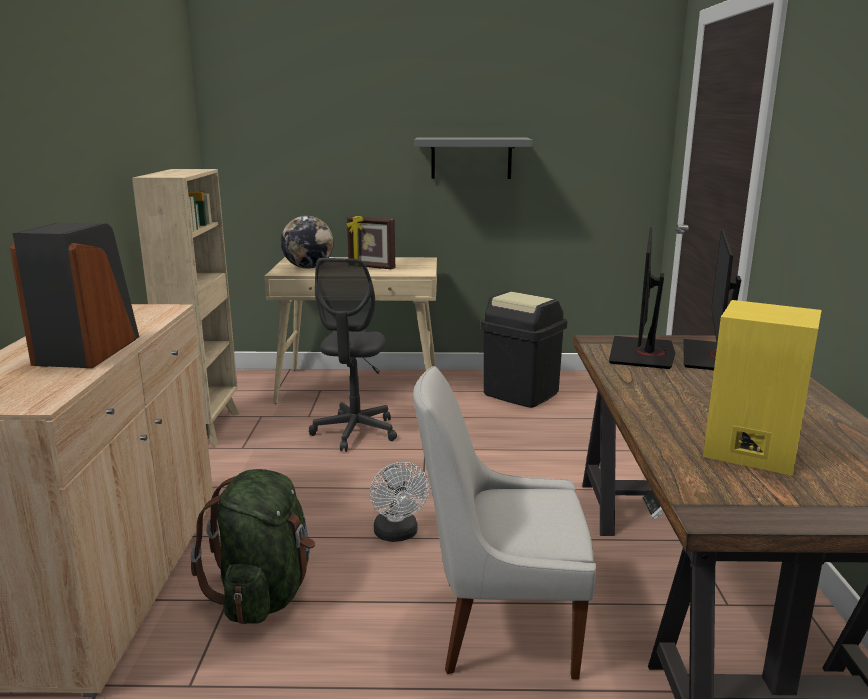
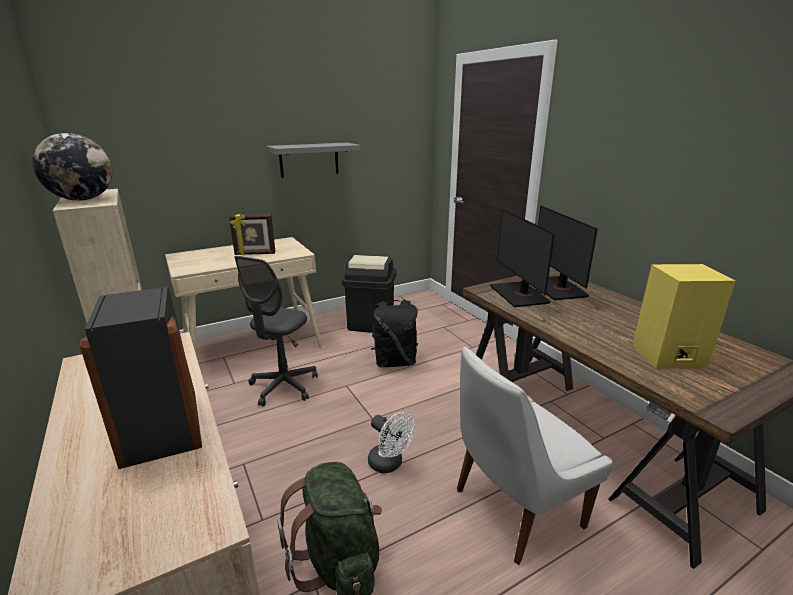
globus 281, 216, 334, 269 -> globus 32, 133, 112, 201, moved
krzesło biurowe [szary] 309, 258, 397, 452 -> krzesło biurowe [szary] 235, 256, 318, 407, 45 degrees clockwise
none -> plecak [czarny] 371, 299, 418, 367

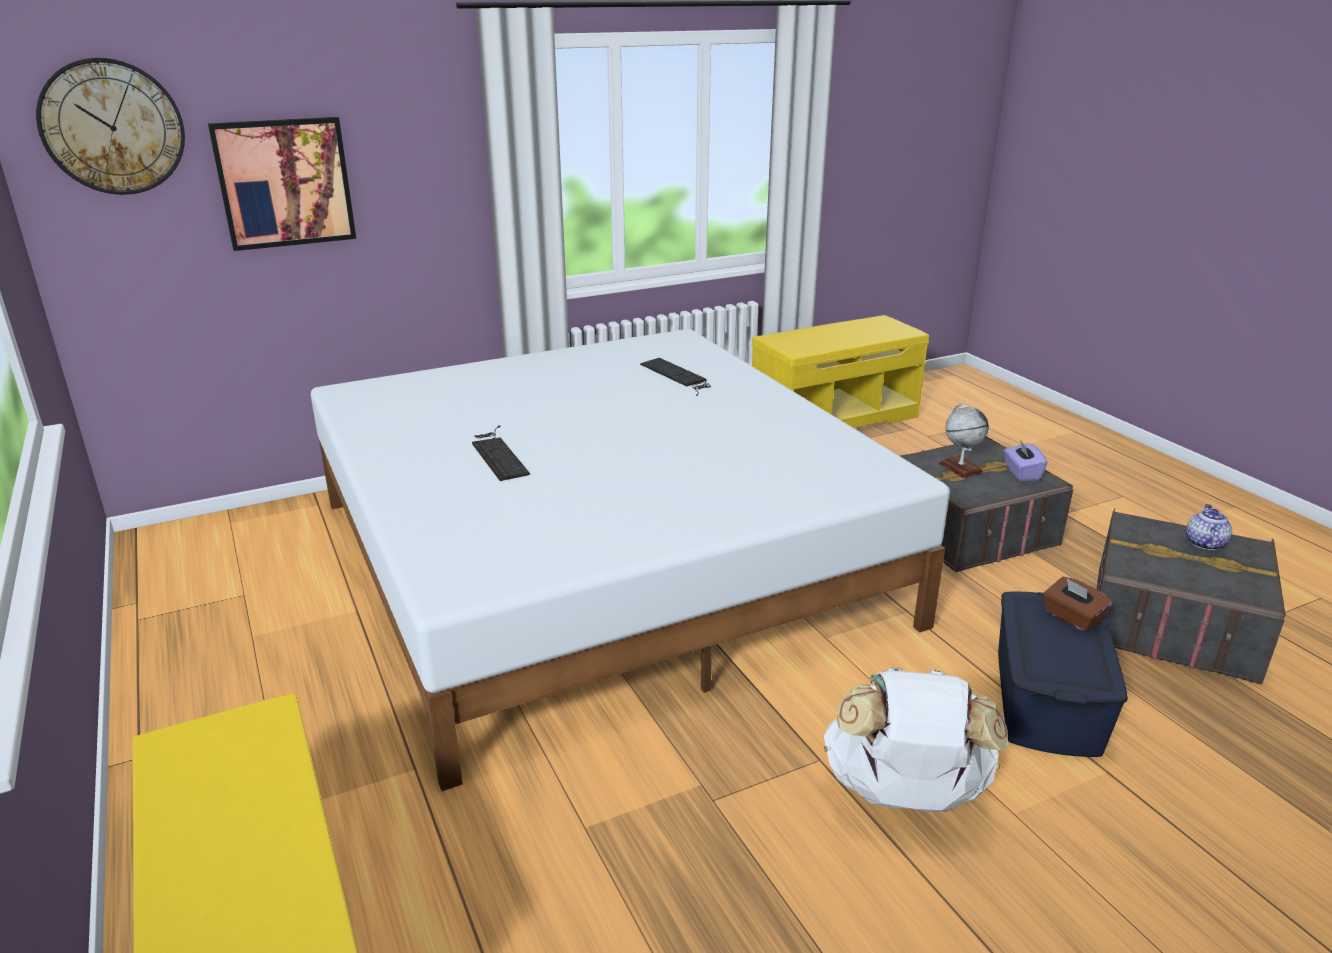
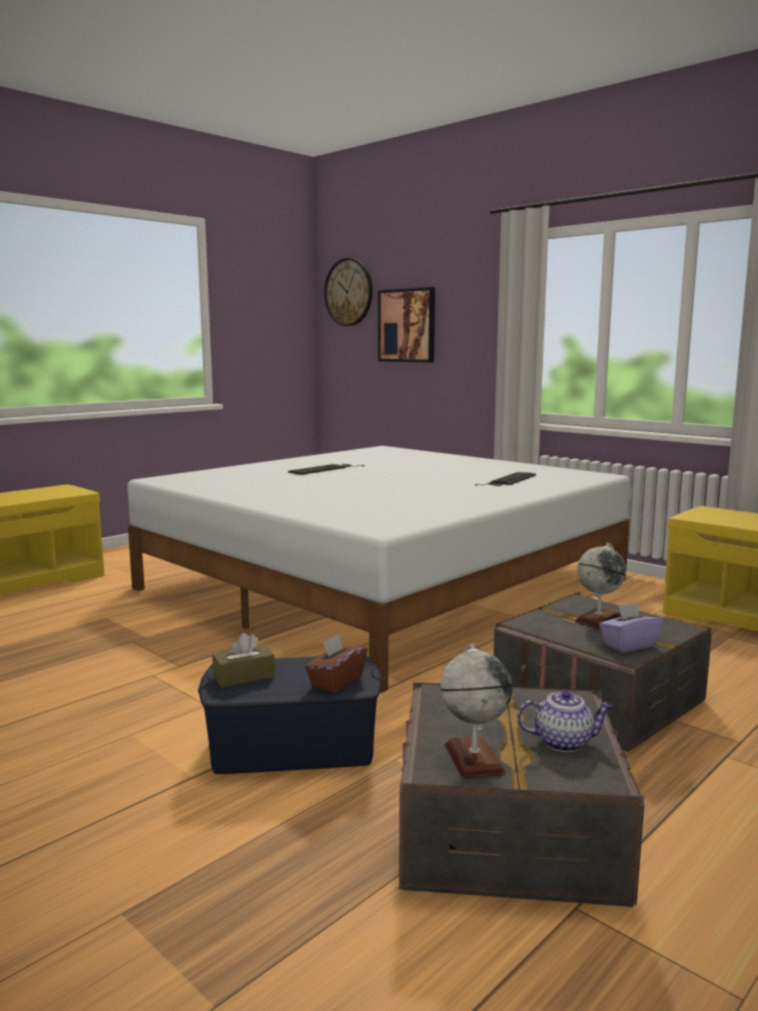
none -> pudełko chusteczek [brązowy] 212, 633, 275, 688
none -> globus 440, 644, 512, 779
plecak [biały] 824, 667, 1008, 812 -> none

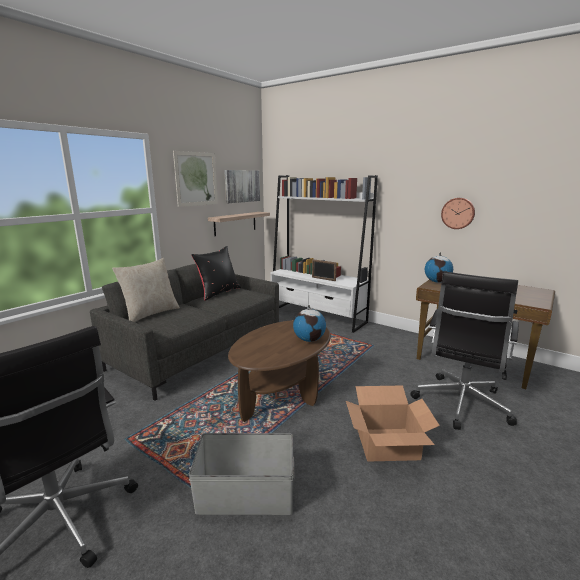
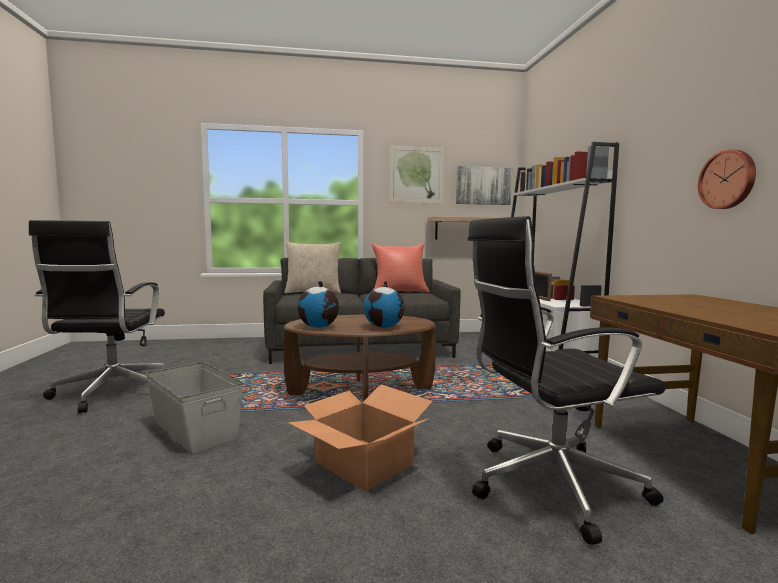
globus 425, 252, 453, 283 -> globus 297, 281, 339, 328, moved
poduszka [czarny] 191, 246, 241, 301 -> poduszka [czerwony] 371, 244, 430, 293

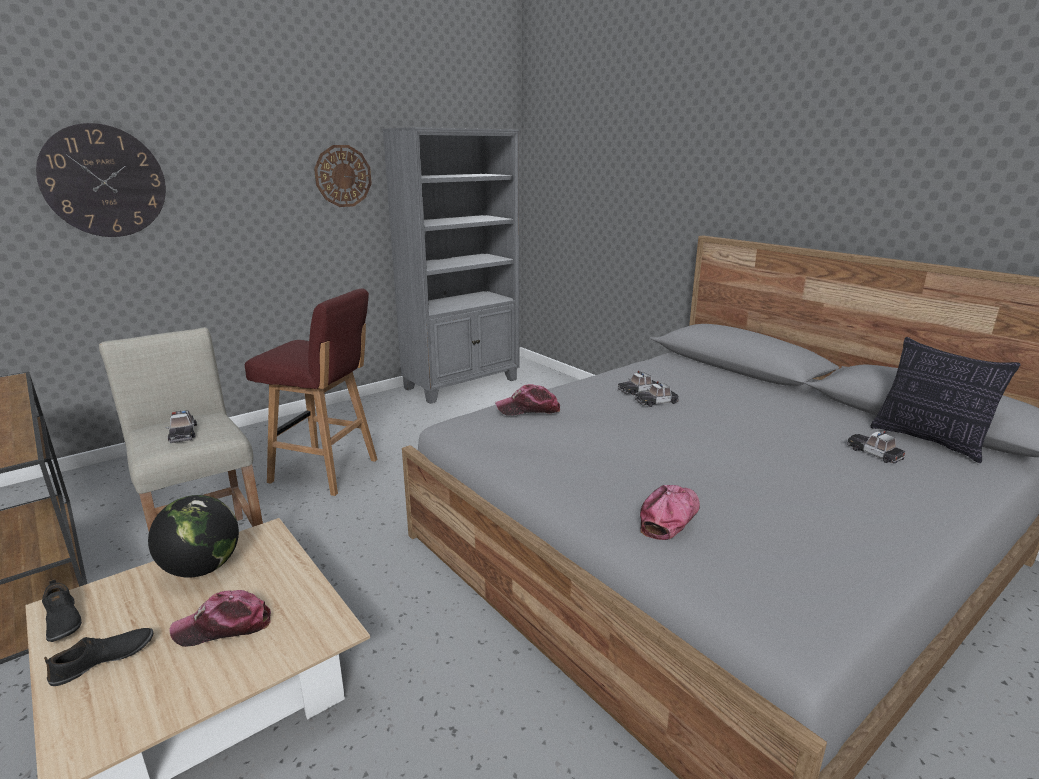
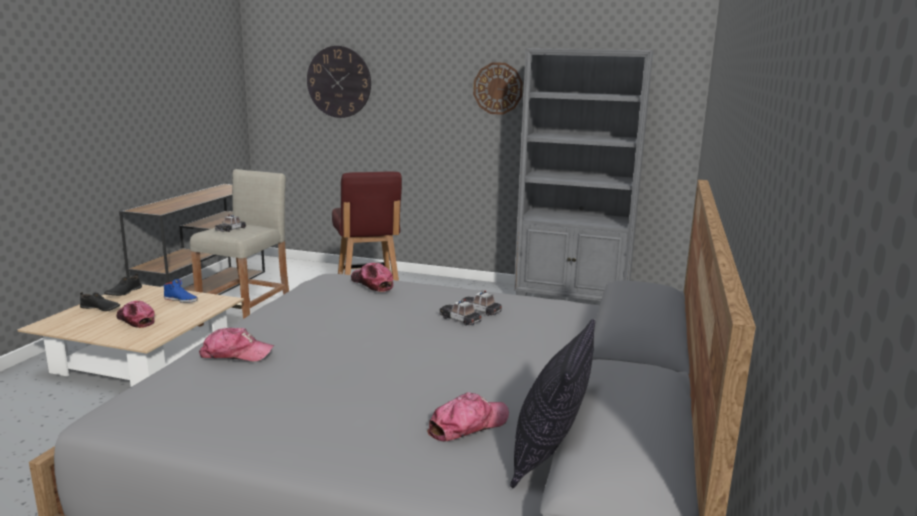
globus 148, 495, 239, 577 -> but [niebieski] 164, 279, 198, 303
samochodzik 847, 431, 905, 463 -> czapka z daszkiem 427, 392, 509, 441

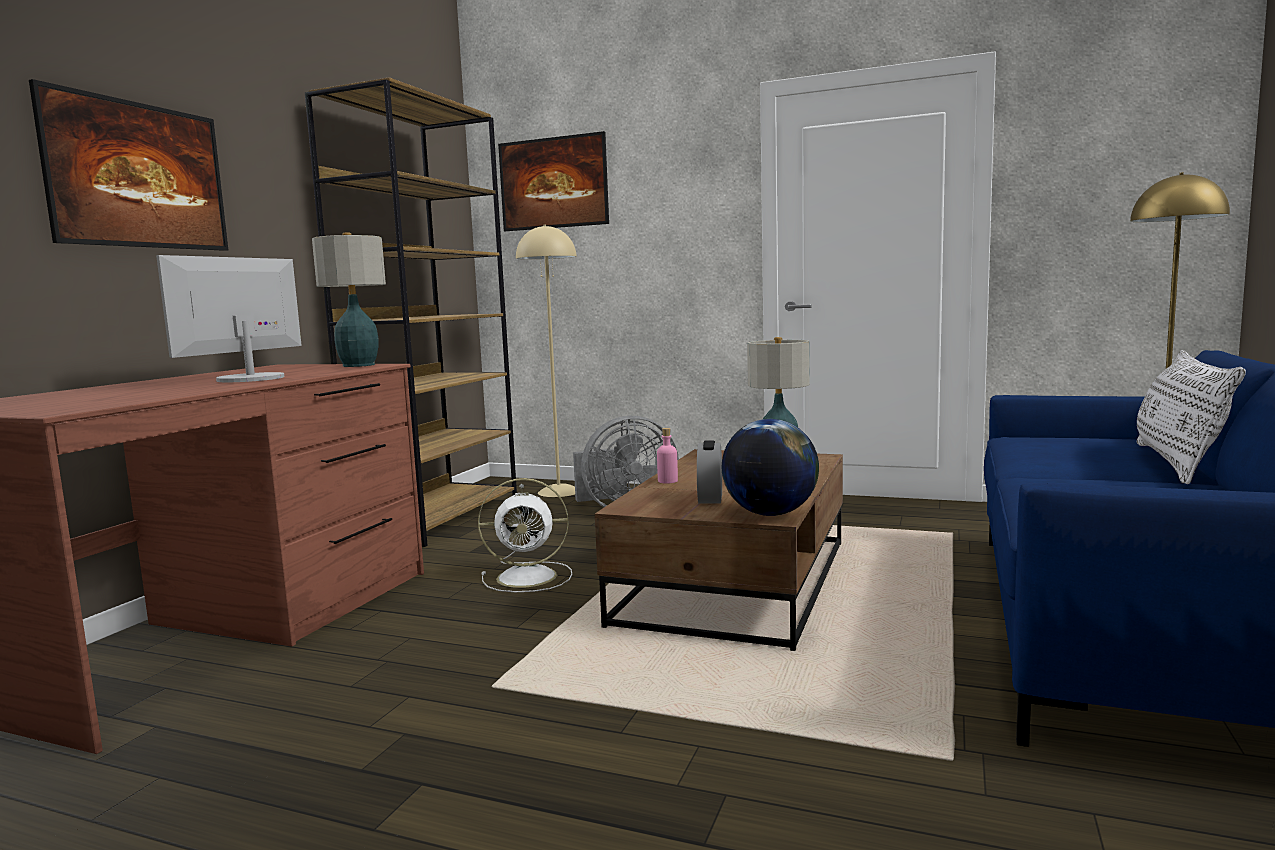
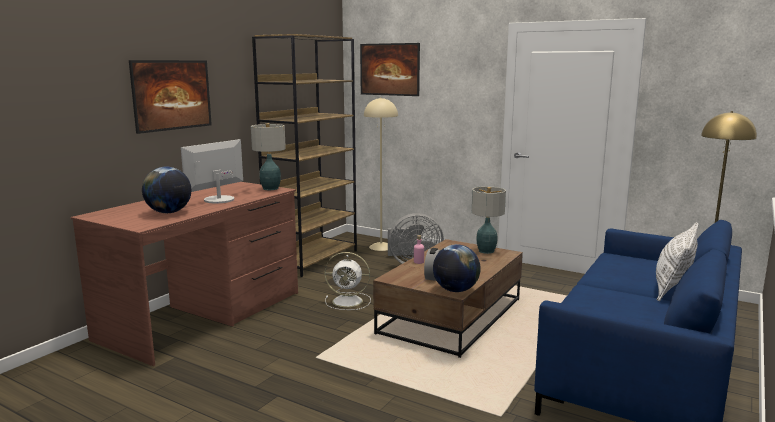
none -> globus 142, 167, 191, 213

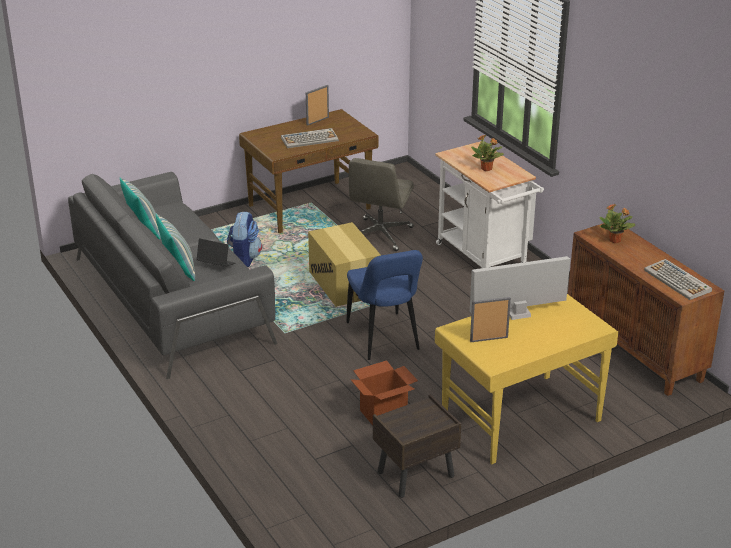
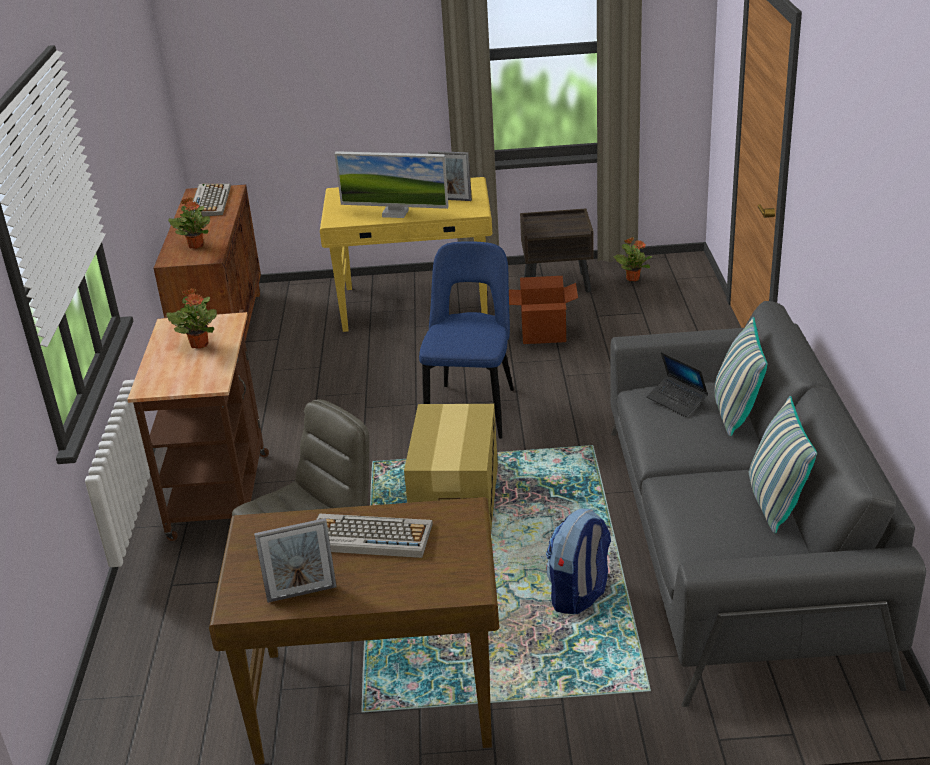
wózek [biały] 435, 141, 544, 268 -> wózek [brązowy] 127, 309, 269, 541
none -> roślina doniczkowa 614, 237, 653, 281

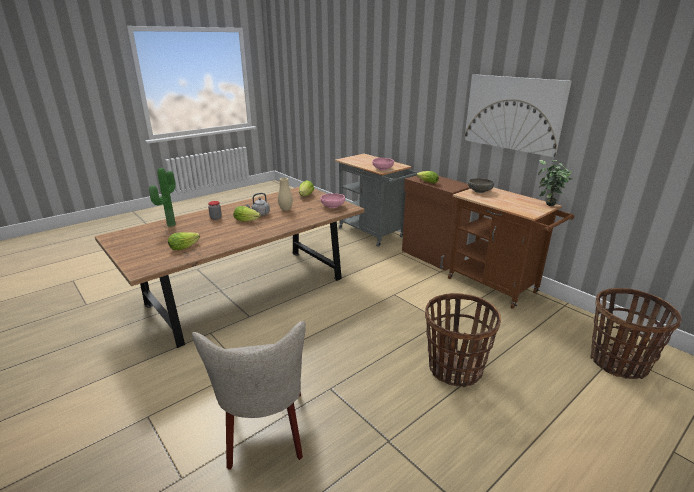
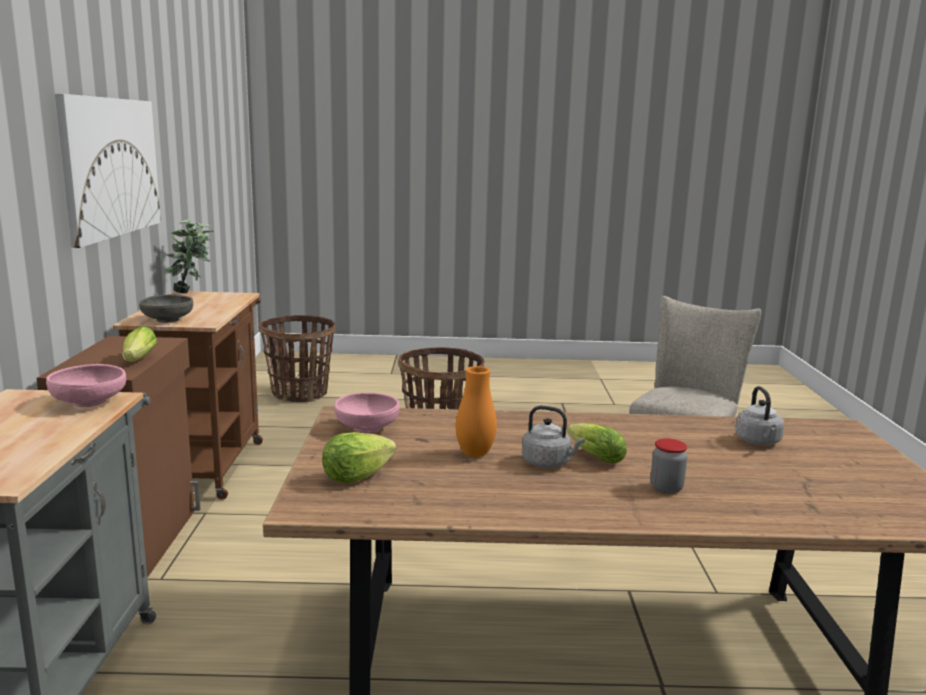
wazon [beżowy] 278, 178, 293, 211 -> wazon [pomarańczowy] 456, 366, 497, 457
sałata 168, 232, 200, 250 -> czajnik [szary] 735, 386, 784, 445
roślina doniczkowa 149, 168, 176, 227 -> none

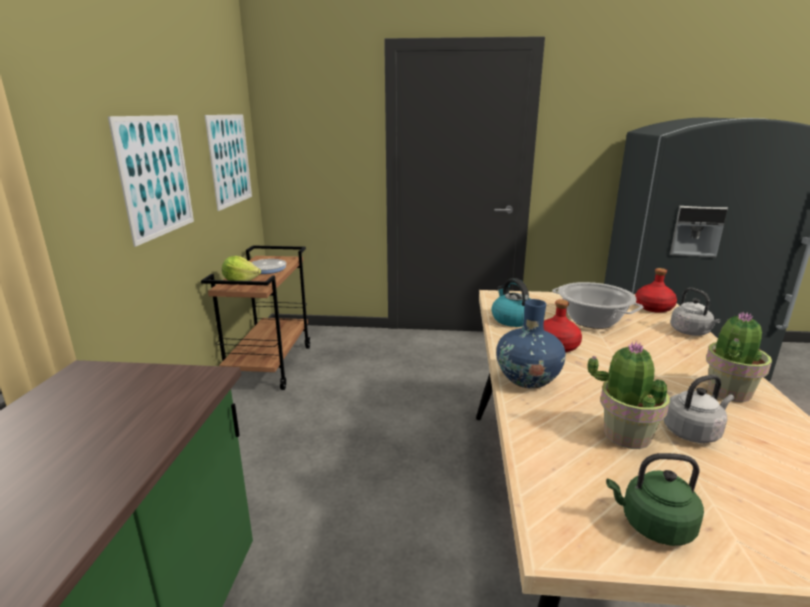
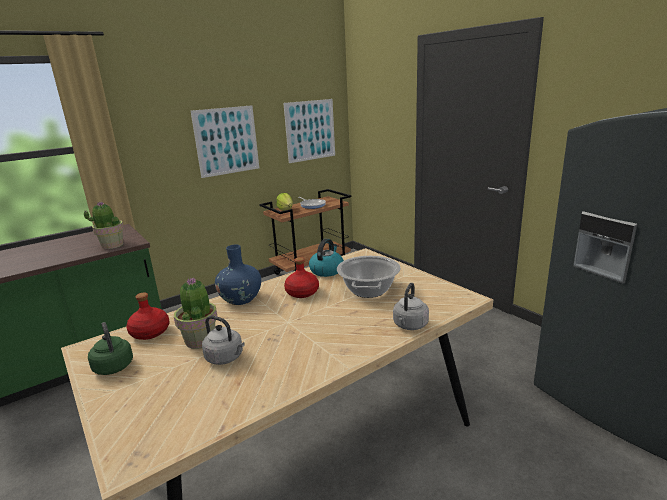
roślina doniczkowa 706, 312, 772, 402 -> roślina doniczkowa 84, 202, 124, 249, moved
butelka [czerwony] 635, 268, 677, 313 -> butelka [czerwony] 126, 293, 169, 340, moved

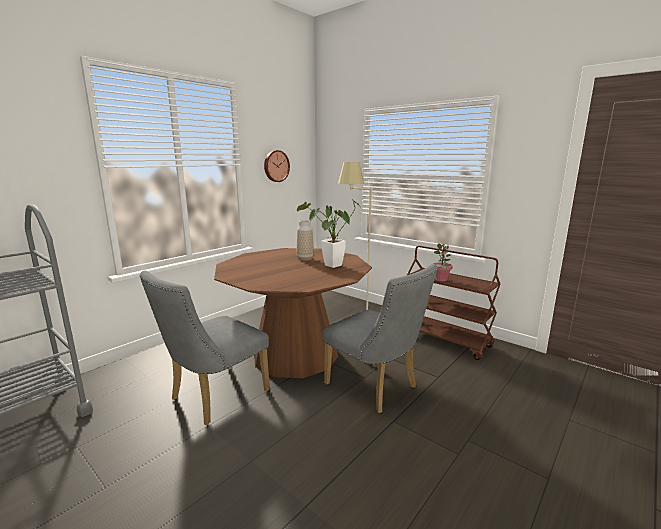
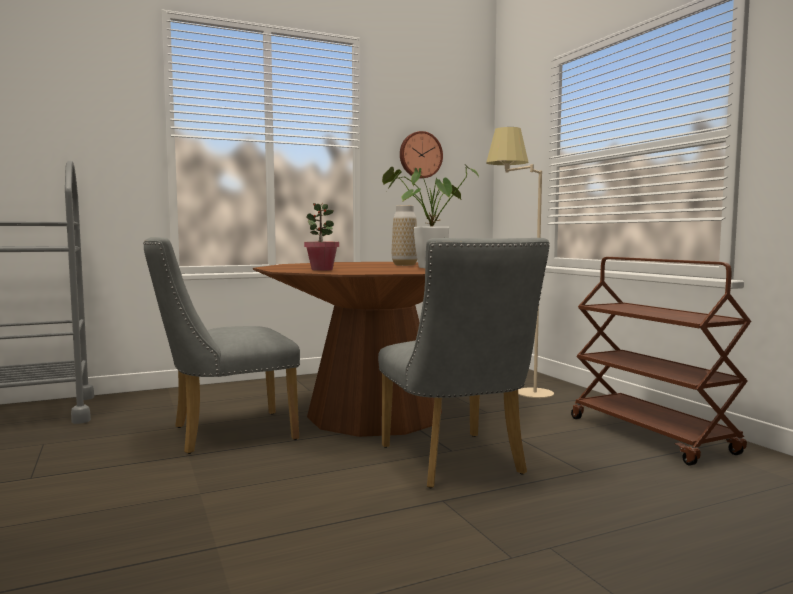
roślina doniczkowa 433, 244, 453, 282 -> roślina doniczkowa 304, 203, 339, 271, moved

